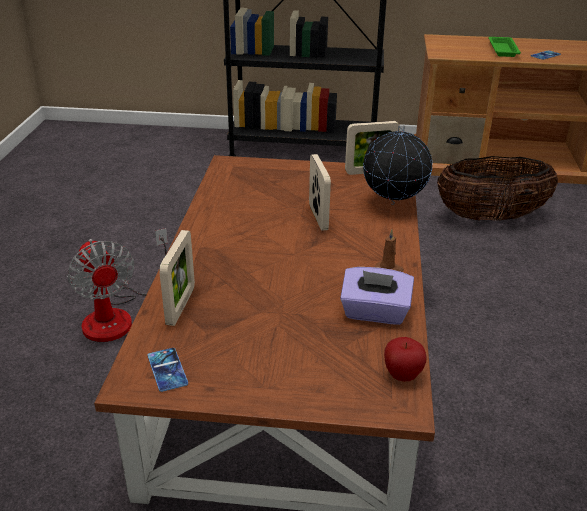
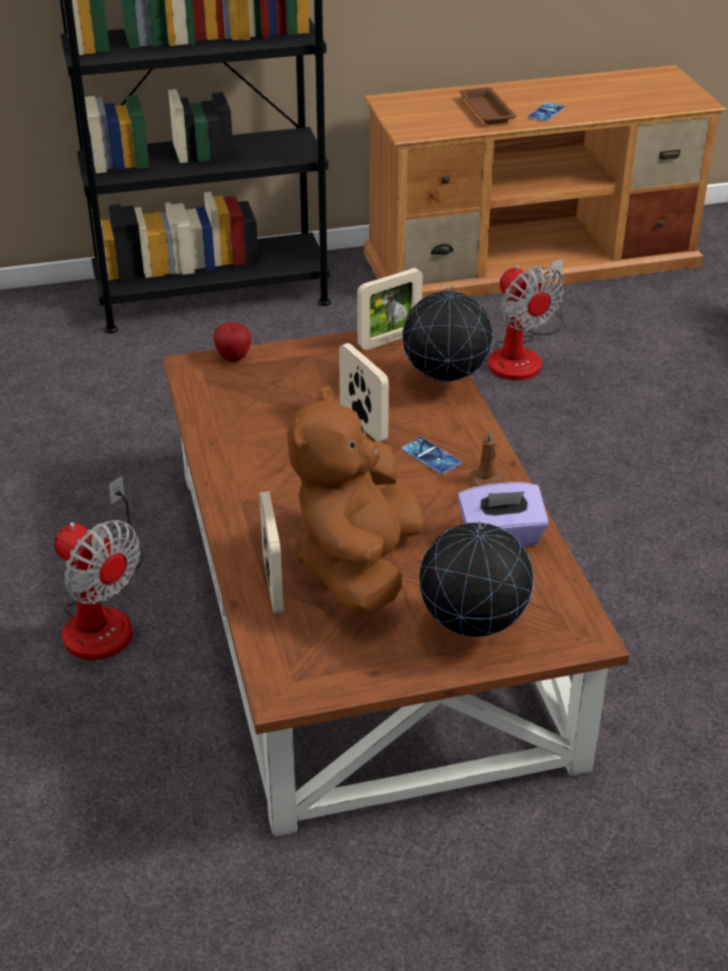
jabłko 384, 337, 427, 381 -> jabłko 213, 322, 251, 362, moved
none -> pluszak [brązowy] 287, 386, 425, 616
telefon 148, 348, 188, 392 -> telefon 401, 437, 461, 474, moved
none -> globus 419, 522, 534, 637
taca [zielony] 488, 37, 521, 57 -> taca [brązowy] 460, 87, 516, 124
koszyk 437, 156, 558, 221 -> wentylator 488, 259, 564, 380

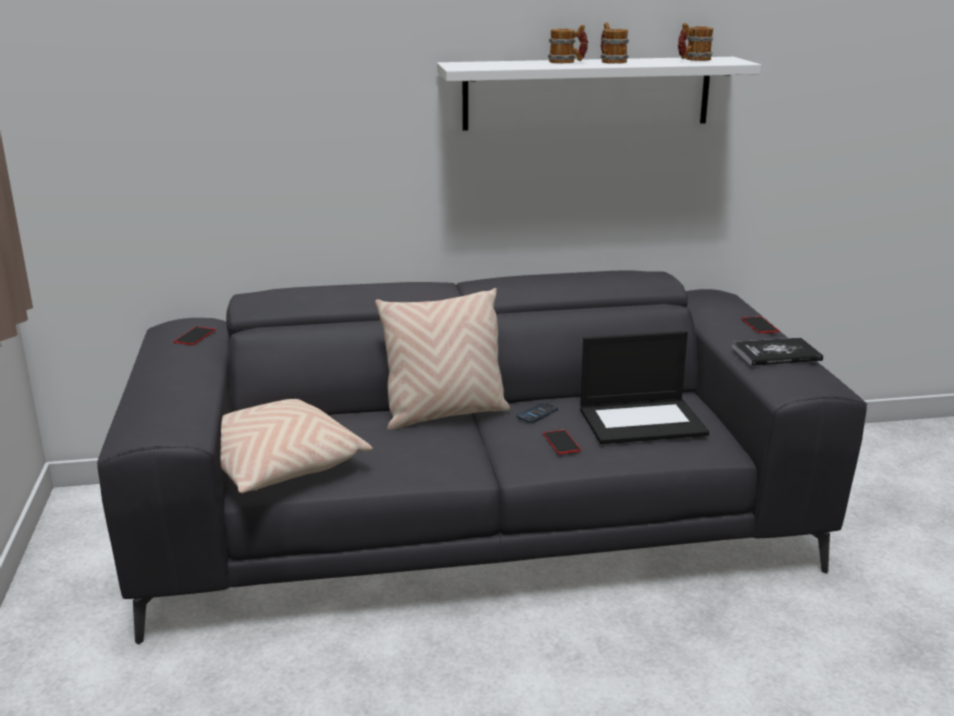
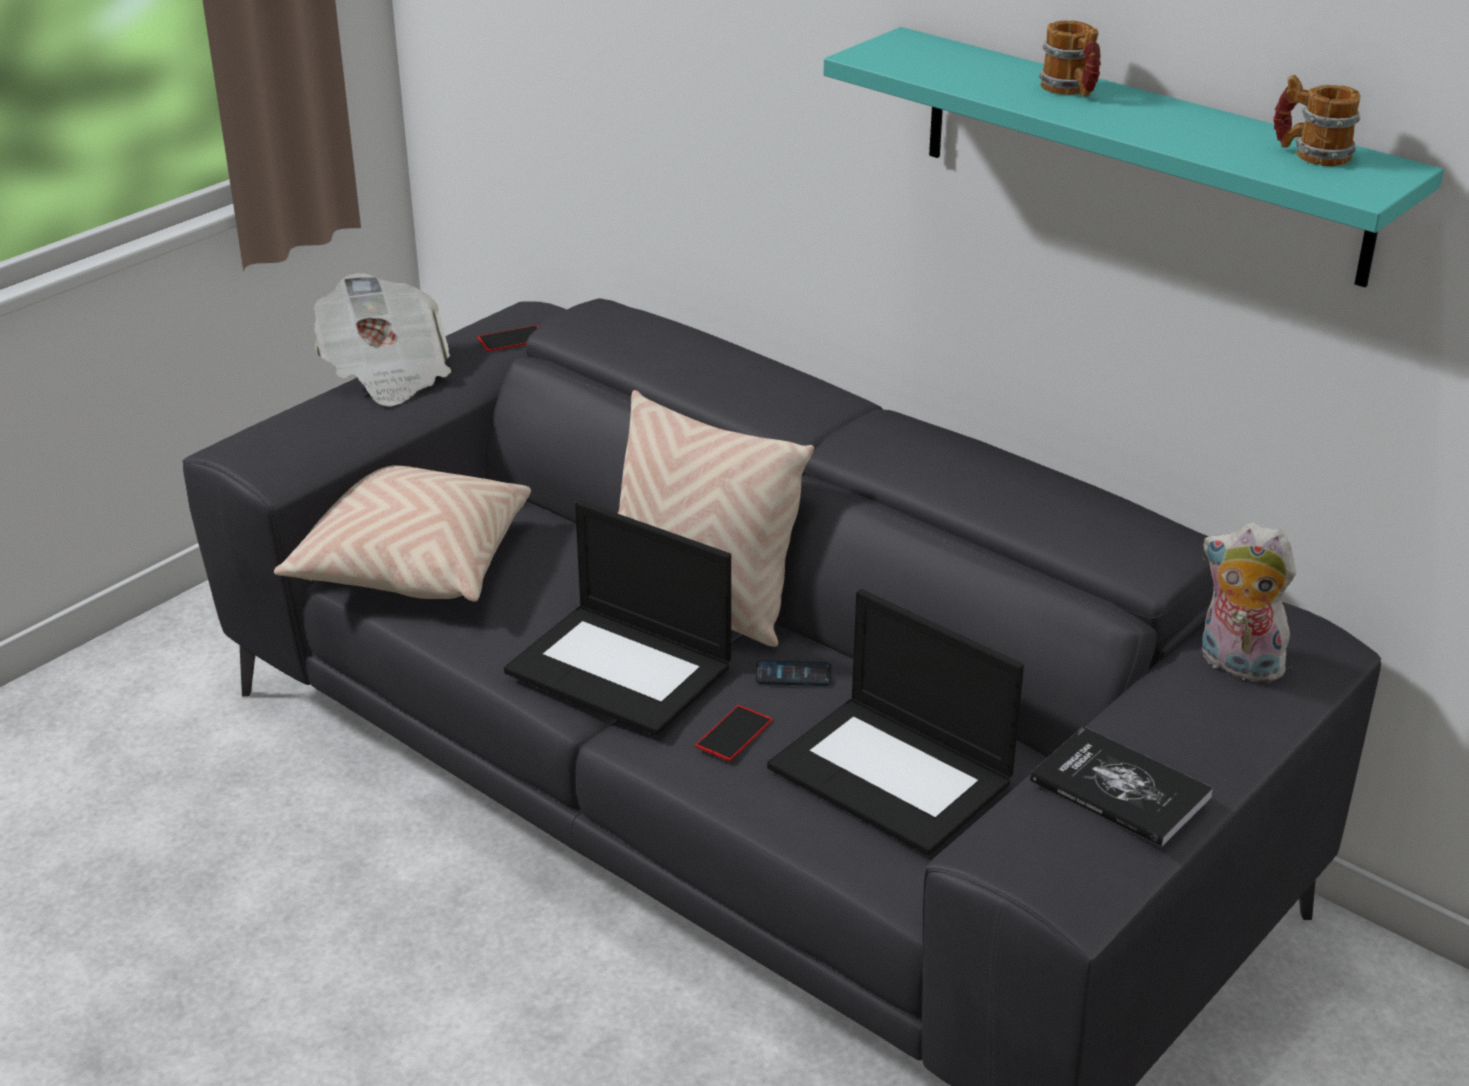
none -> gazeta 314, 273, 451, 407
none -> laptop 504, 501, 731, 736
półka [biały] 437, 57, 761, 131 -> półka [turkusowy] 823, 27, 1444, 287
none -> pluszak 1202, 522, 1296, 683
kubek 600, 22, 629, 64 -> none
telefon 741, 316, 780, 333 -> none

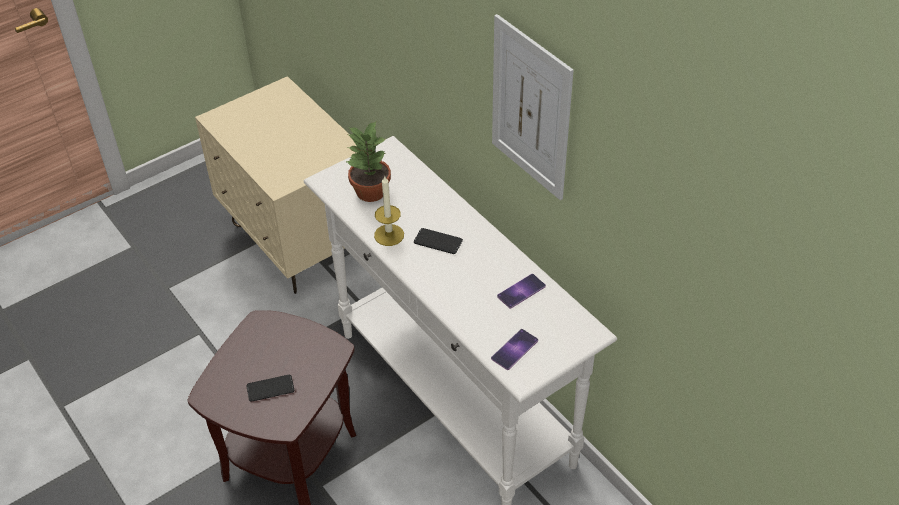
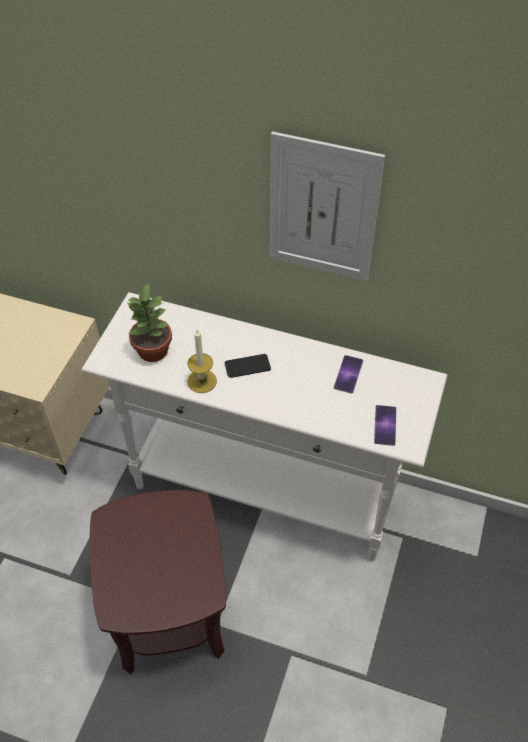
telefon 247, 375, 294, 402 -> none

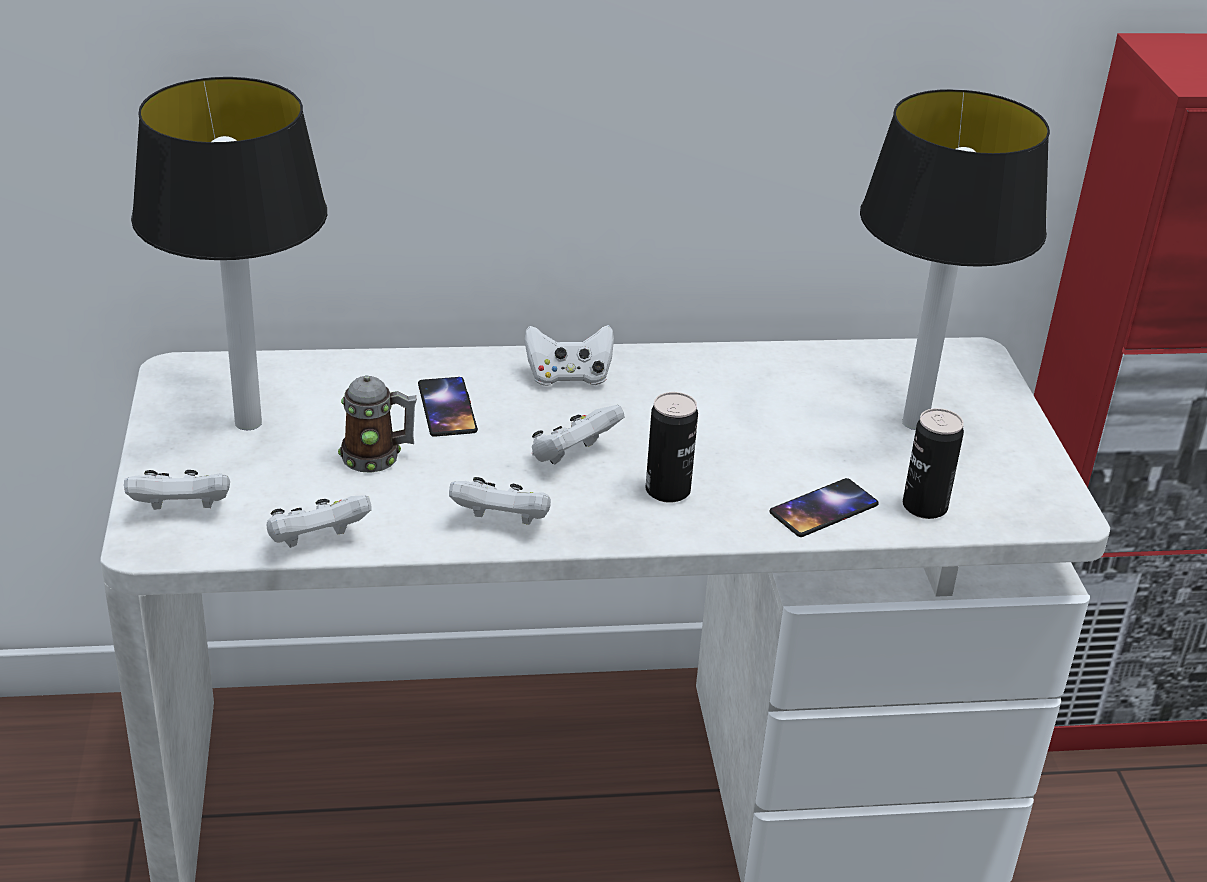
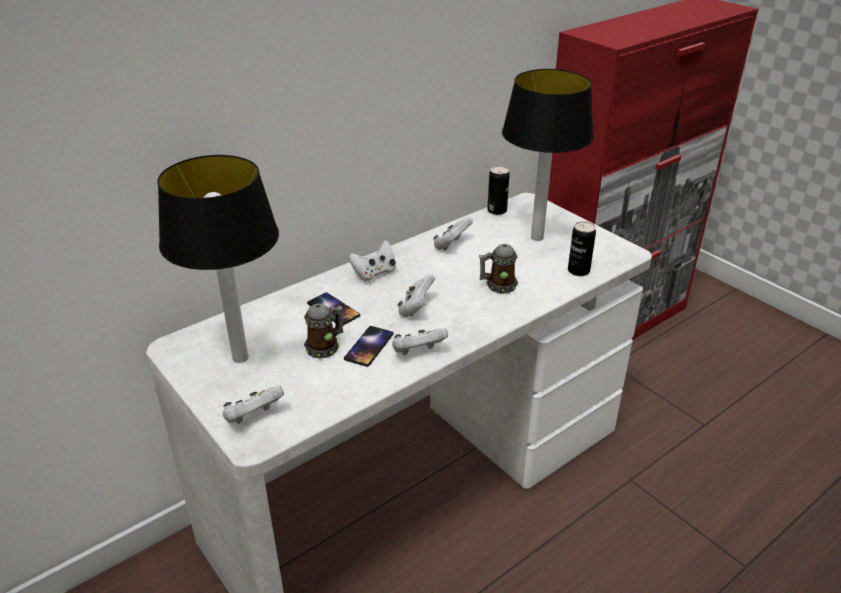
telefon 769, 478, 879, 537 -> telefon 344, 326, 394, 367, moved
pad do gier [biały] 267, 496, 372, 548 -> pad do gier [biały] 433, 217, 473, 250, moved
none -> kubek 479, 243, 518, 294
puszka 646, 392, 698, 503 -> puszka 487, 166, 510, 215, moved

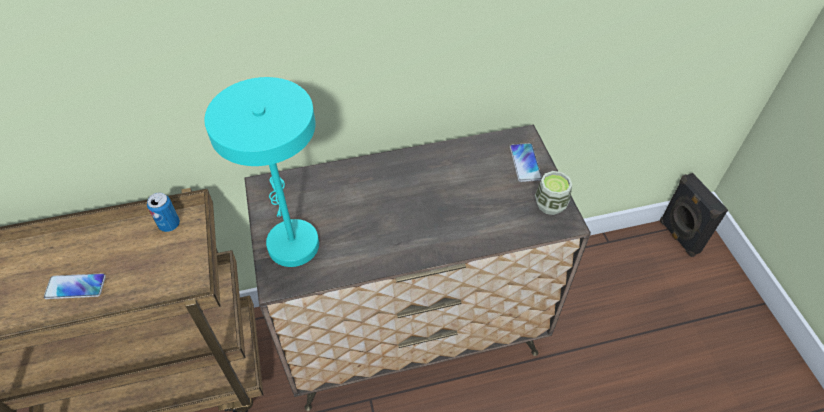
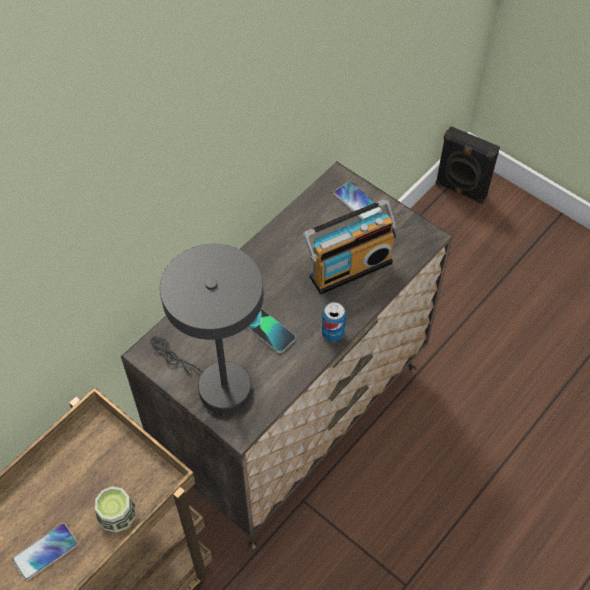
filiżanka 535, 171, 572, 215 -> filiżanka 95, 486, 136, 533, moved
lampa stołowa [turkusowy] 204, 77, 319, 267 -> lampa stołowa [szary] 150, 244, 264, 413
none -> telefon 247, 308, 296, 353
none -> radio 303, 200, 397, 294
puszka 147, 193, 180, 232 -> puszka 322, 302, 346, 342, moved

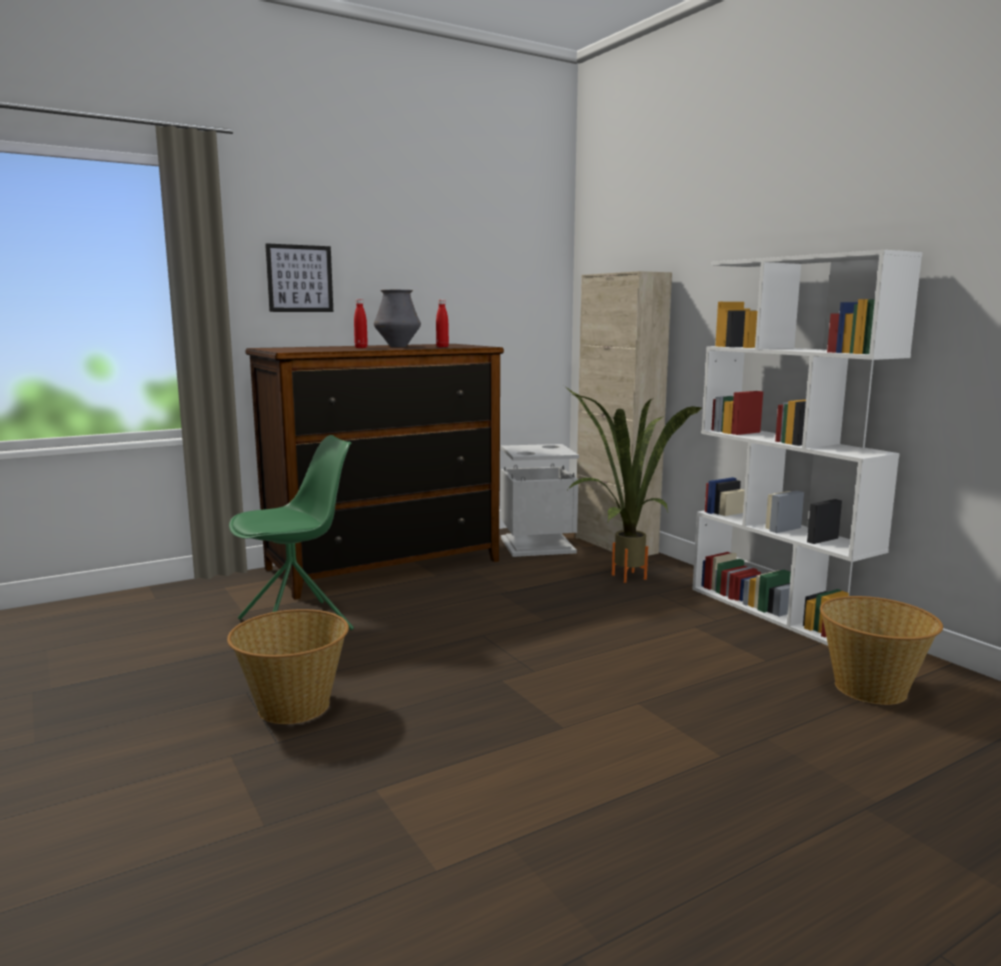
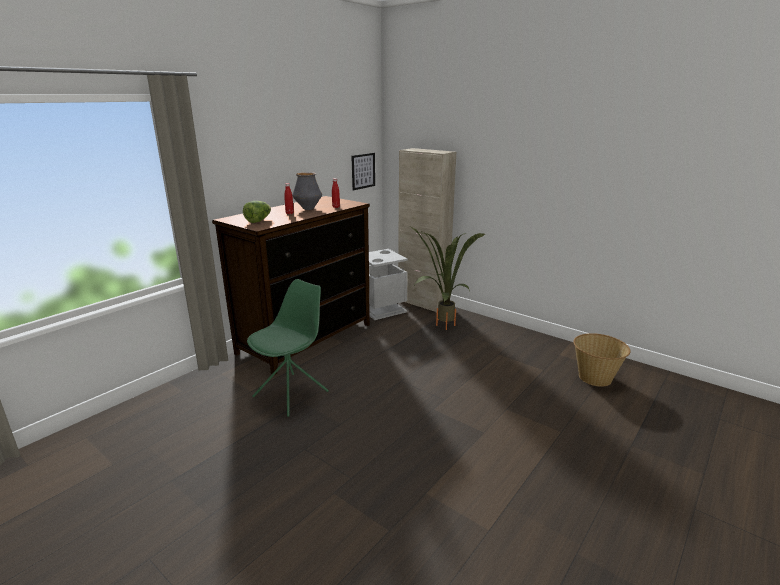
none -> sałata 243, 201, 271, 223
obraz 265, 243, 333, 312 -> obraz 351, 153, 375, 190, moved
koszyk 227, 609, 349, 724 -> none
regał [biały] 692, 250, 923, 646 -> none

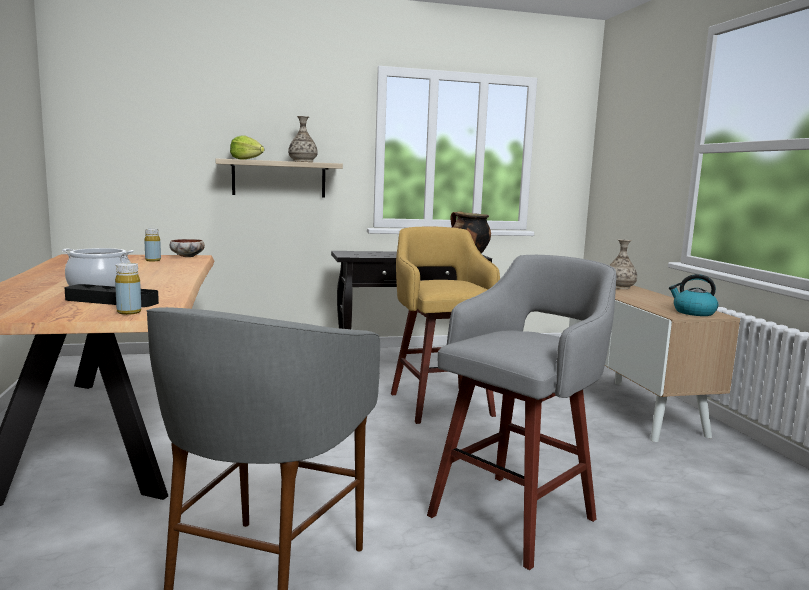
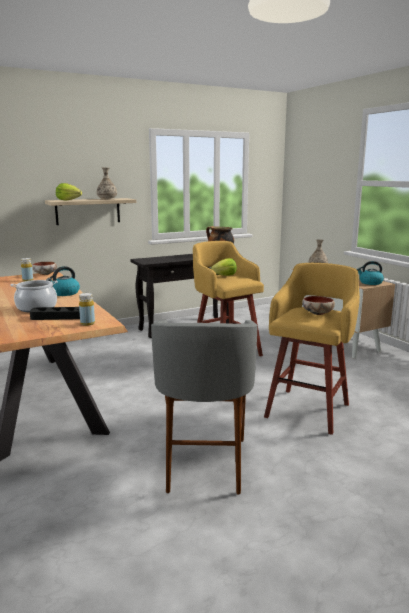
none -> czajnik 47, 266, 80, 296
none -> sałata 211, 258, 237, 276
stołek [szary] 427, 255, 617, 570 -> stołek [żółty] 264, 263, 360, 435
none -> miska 302, 296, 335, 315

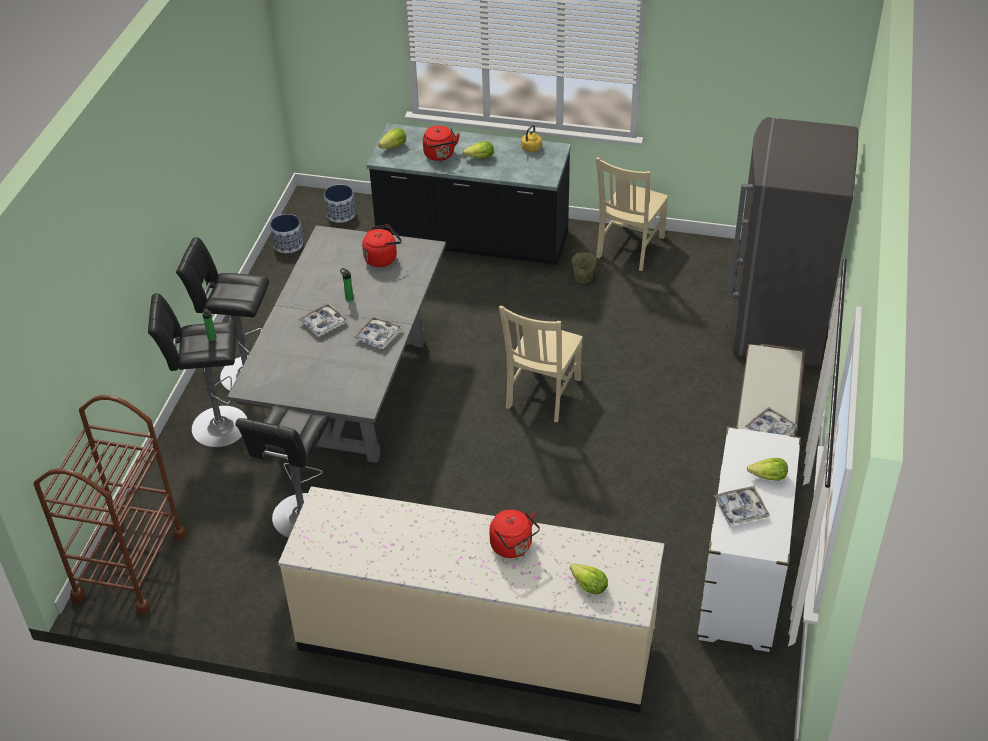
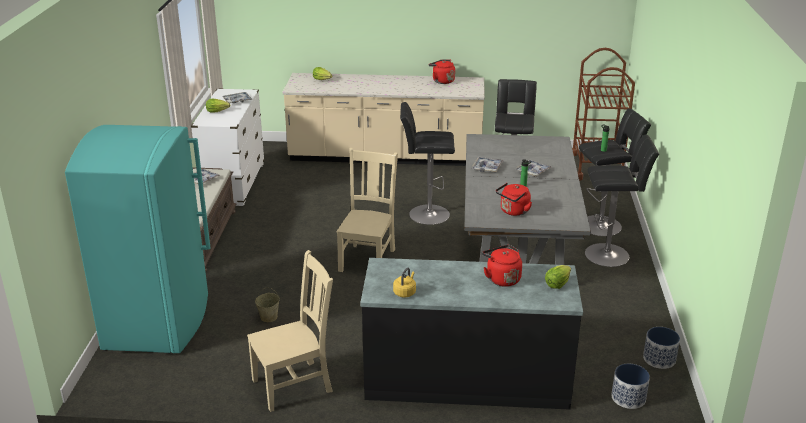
lodówka [szary] 728, 117, 858, 367 -> lodówka [turkusowy] 65, 125, 210, 354
krzesło [beżowy] 596, 157, 668, 271 -> krzesło [beżowy] 247, 250, 333, 412, 45 degrees clockwise
wiadro [beżowy] 571, 249, 597, 283 -> wiadro [beżowy] 255, 287, 280, 322, moved
none -> stołek [czarny] 400, 102, 455, 225
czajnik [czerwony] 489, 509, 540, 558 -> czajnik [czerwony] 429, 59, 455, 84, moved
sałata 463, 141, 494, 158 -> none

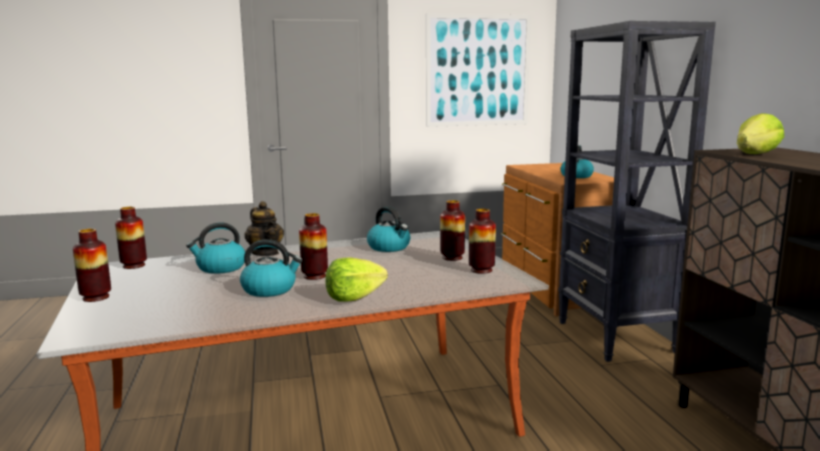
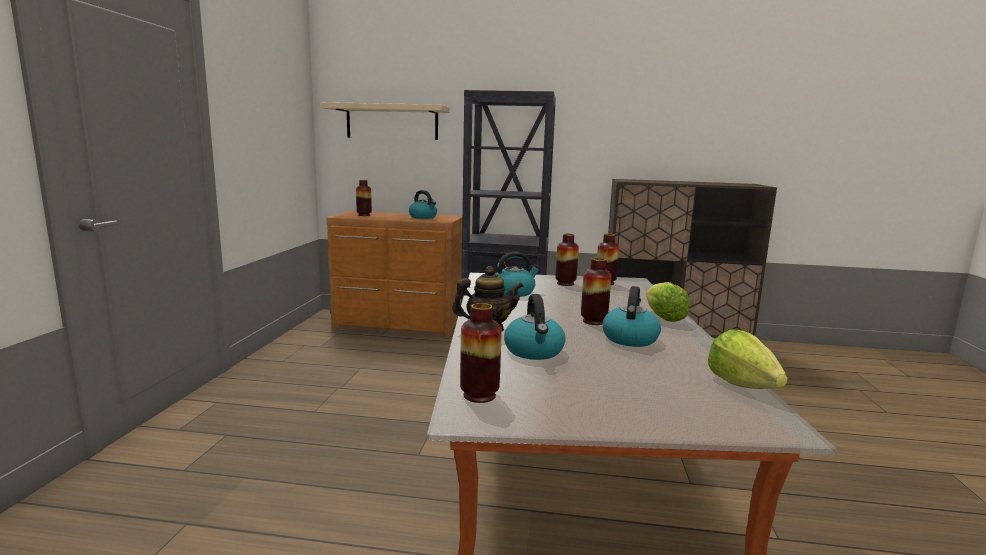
none -> półka [beżowy] 321, 102, 450, 140
wazon 73, 229, 111, 302 -> wazon 356, 180, 372, 216, moved
sałata 737, 113, 784, 154 -> sałata 708, 329, 788, 389, moved
obraz 426, 13, 531, 127 -> none

